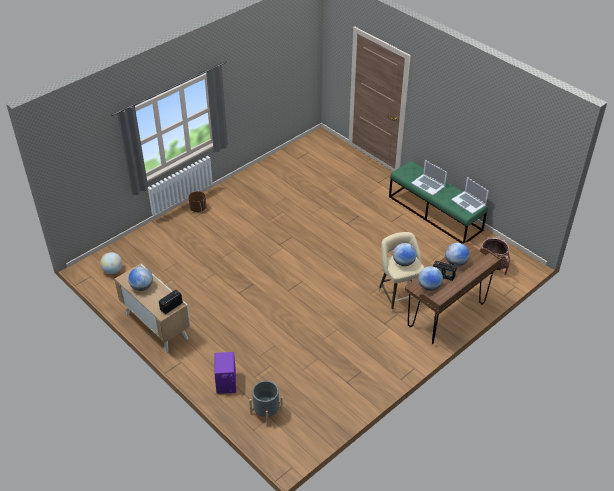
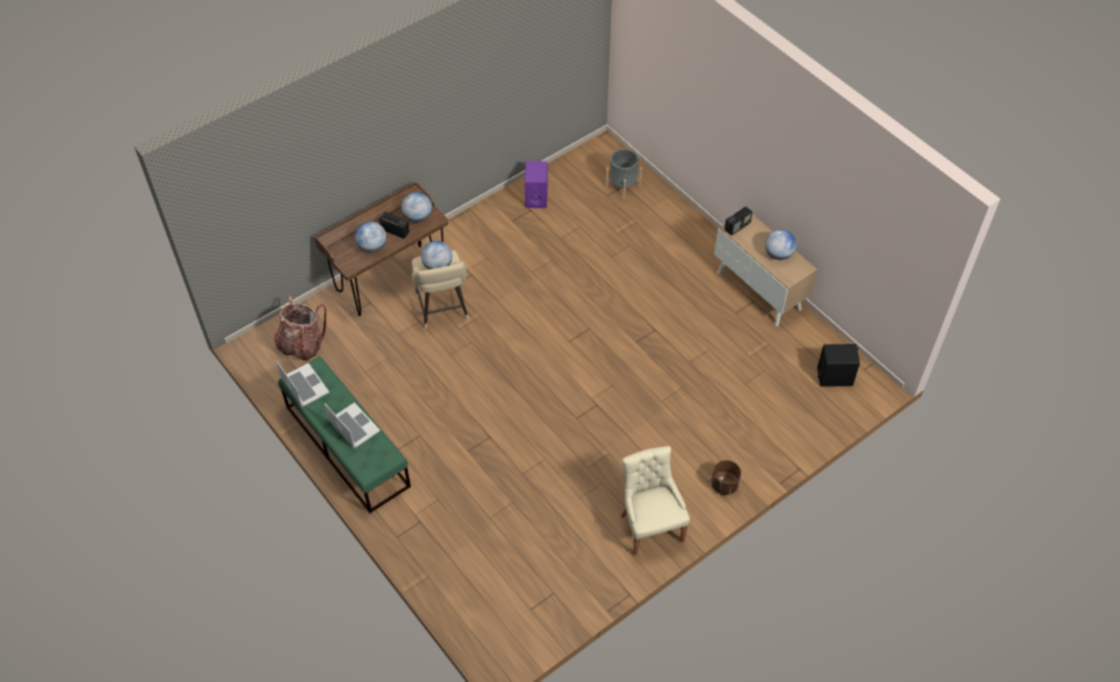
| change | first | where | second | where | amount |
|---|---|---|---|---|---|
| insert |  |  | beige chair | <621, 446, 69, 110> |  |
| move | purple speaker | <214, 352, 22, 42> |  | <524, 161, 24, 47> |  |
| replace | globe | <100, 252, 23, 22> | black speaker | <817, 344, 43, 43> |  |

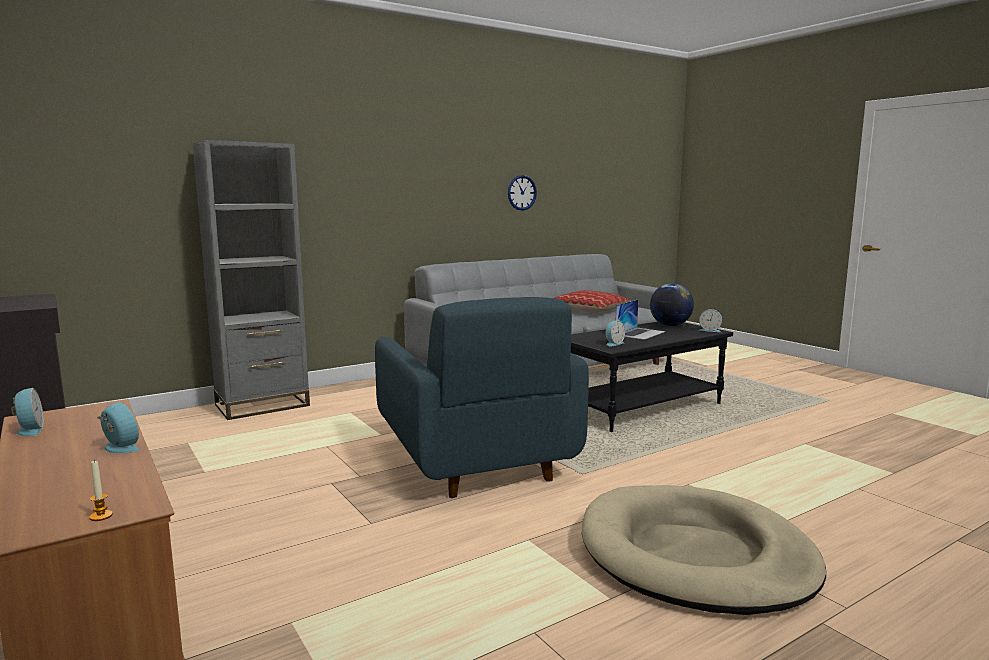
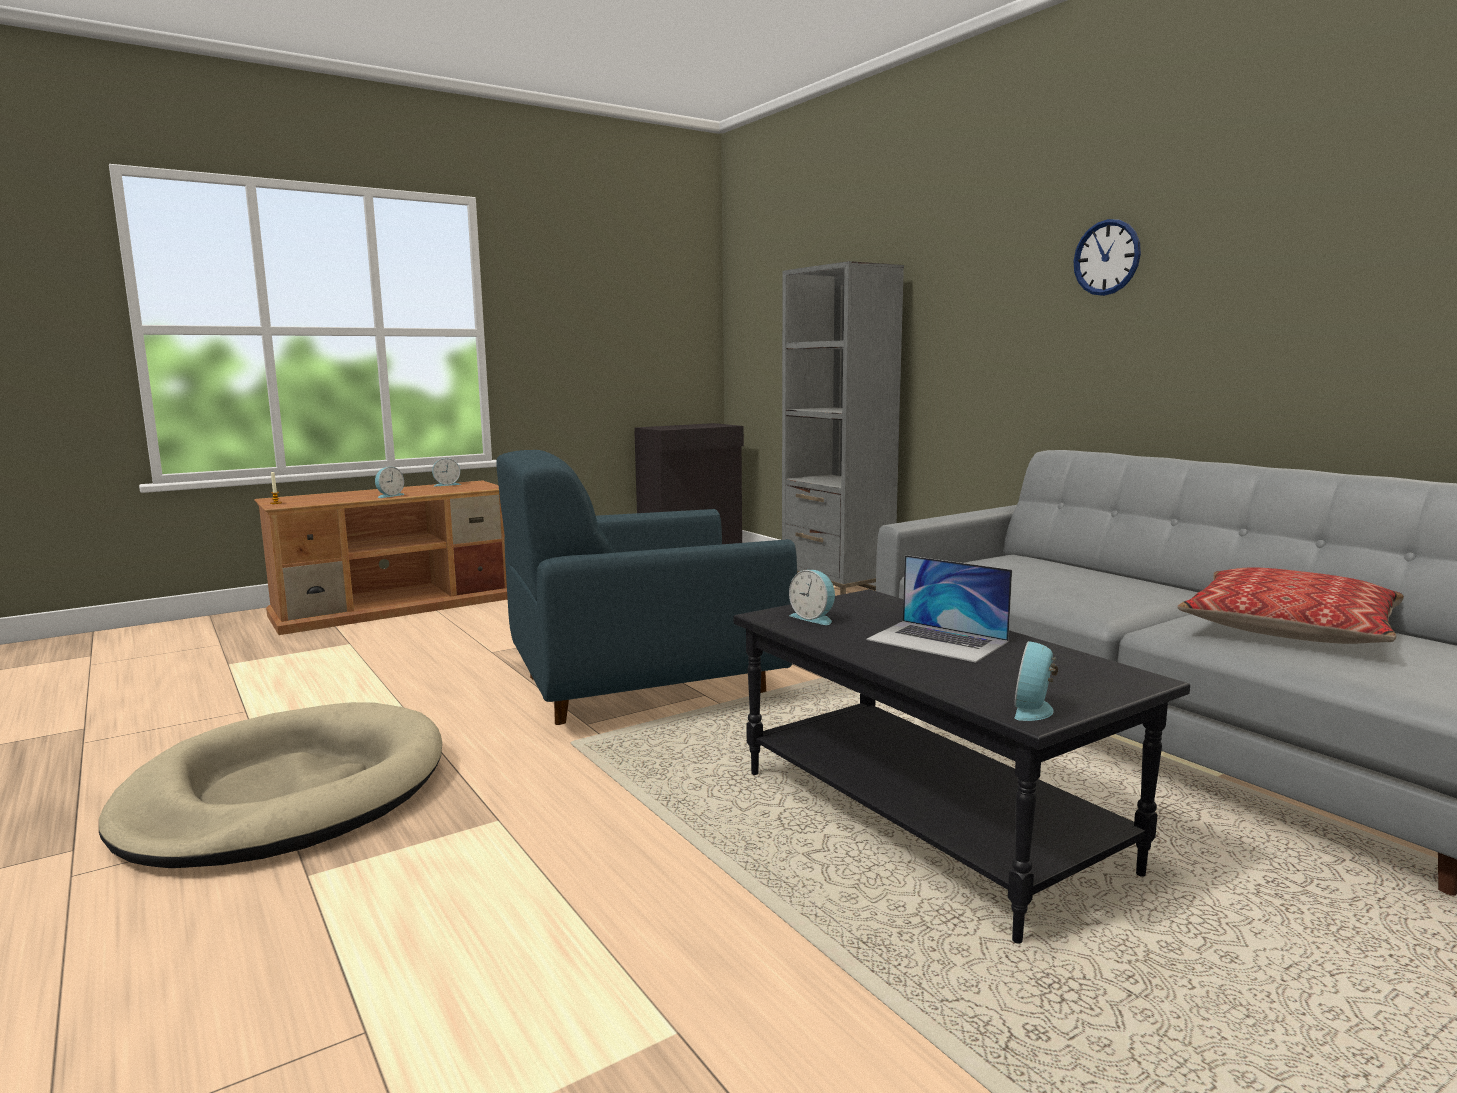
| change | first | where | second | where | amount |
|---|---|---|---|---|---|
| delete | globe | <650, 283, 44, 43> |  |  |  |
| move | wall clock | <508, 175, 29, 36> |  | <1073, 219, 68, 77> |  |

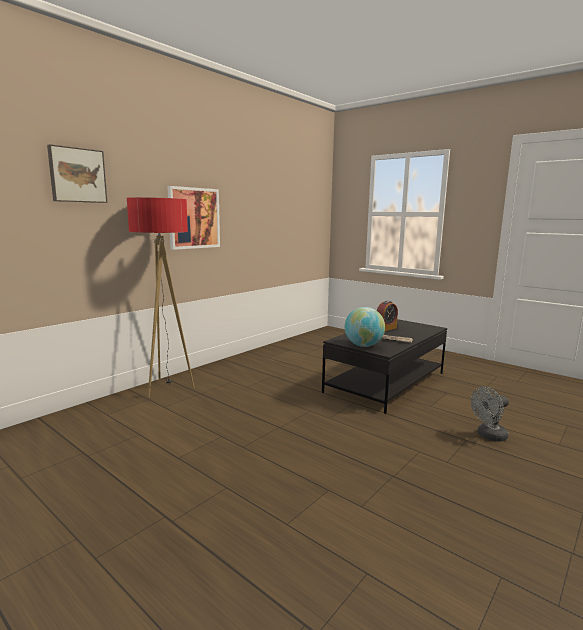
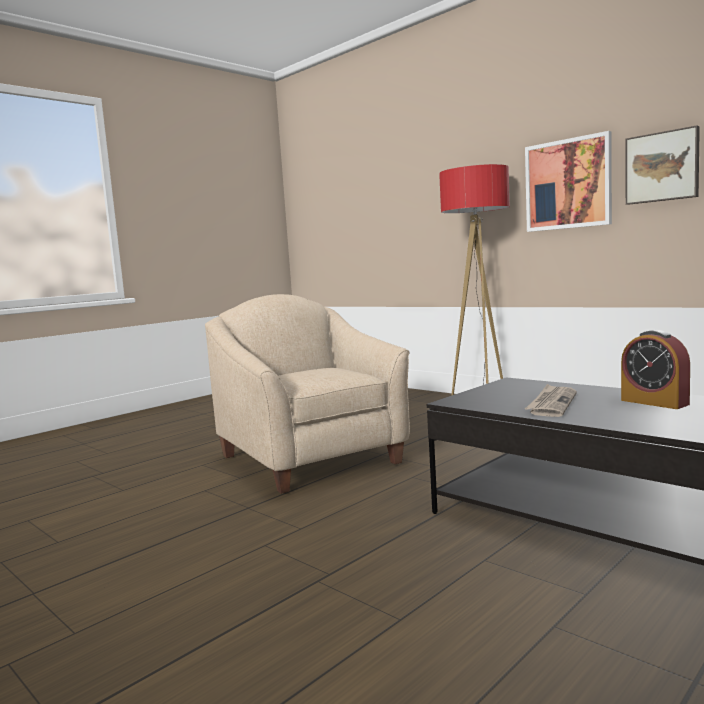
| change | first | where | second | where | amount |
|---|---|---|---|---|---|
| delete | globe | <345, 307, 40, 40> |  |  |  |
| delete | grey fan | <471, 386, 38, 56> |  |  |  |
| insert |  |  | beige armchair | <205, 294, 205, 200> |  |
| move | picture | <47, 144, 61, 59> |  | <626, 125, 74, 80> |  |

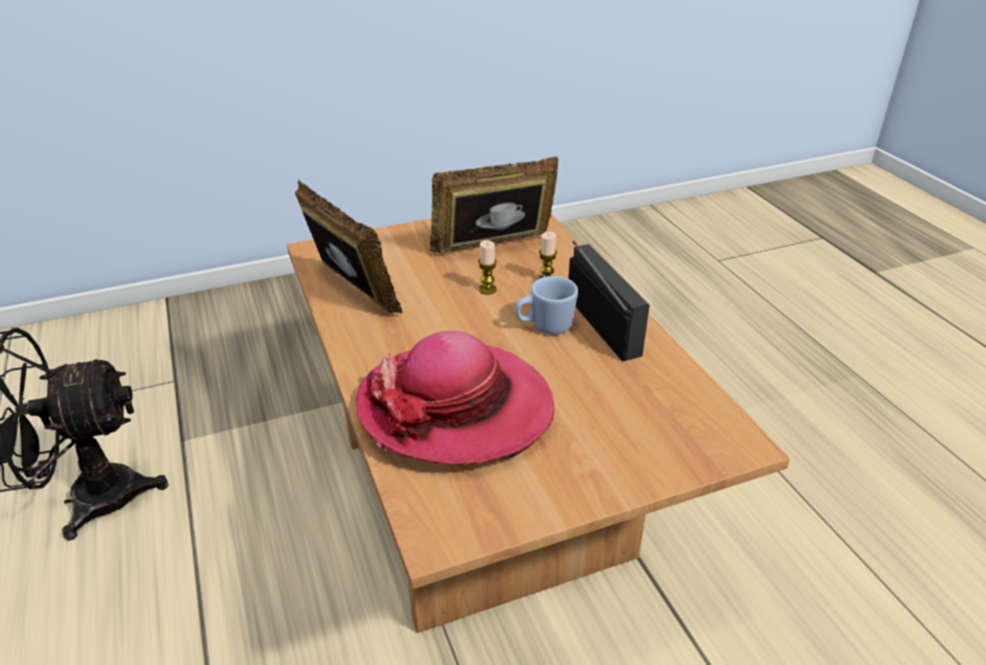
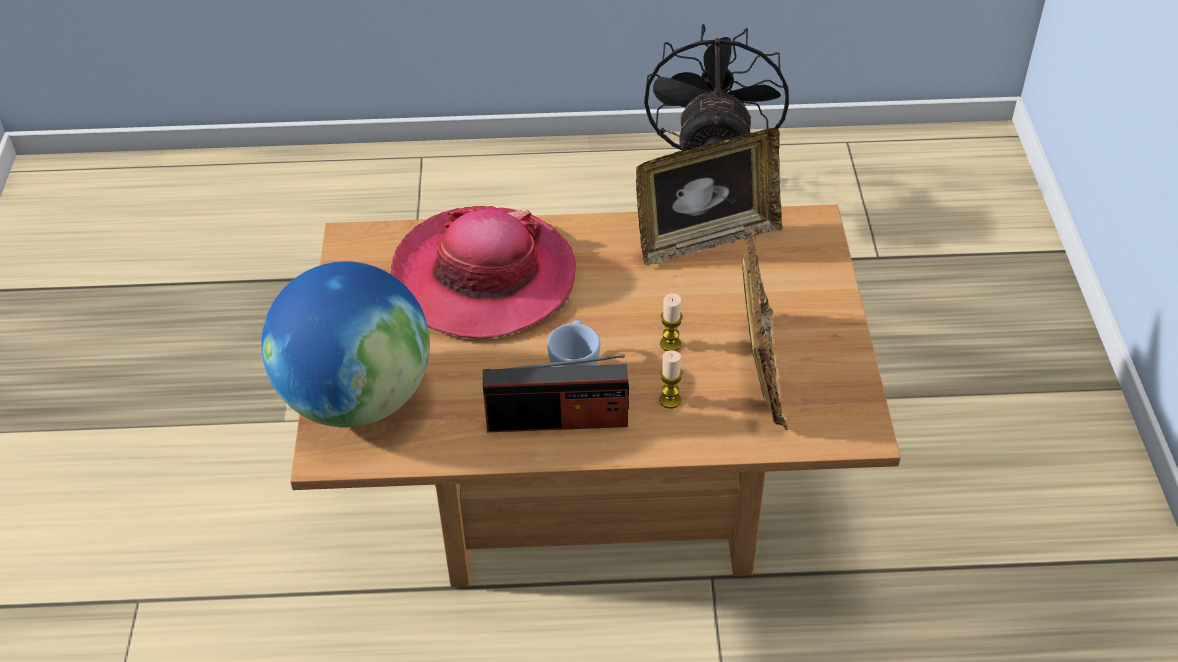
| change | first | where | second | where | amount |
|---|---|---|---|---|---|
| insert |  |  | globe | <261, 261, 169, 166> |  |

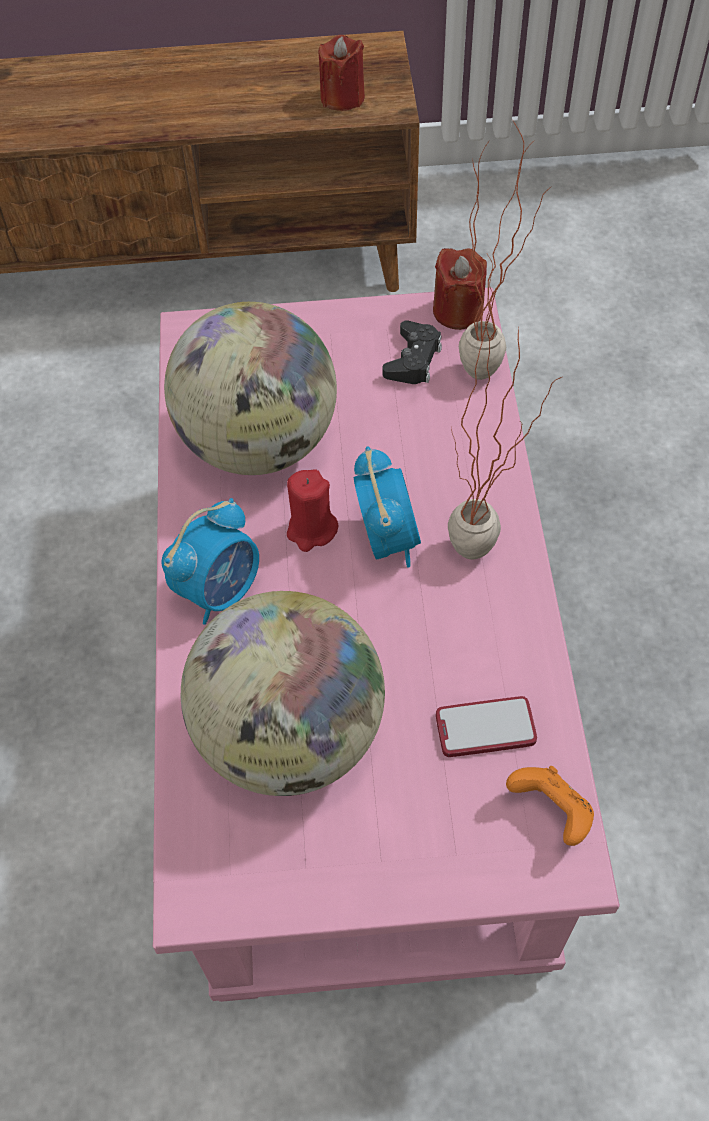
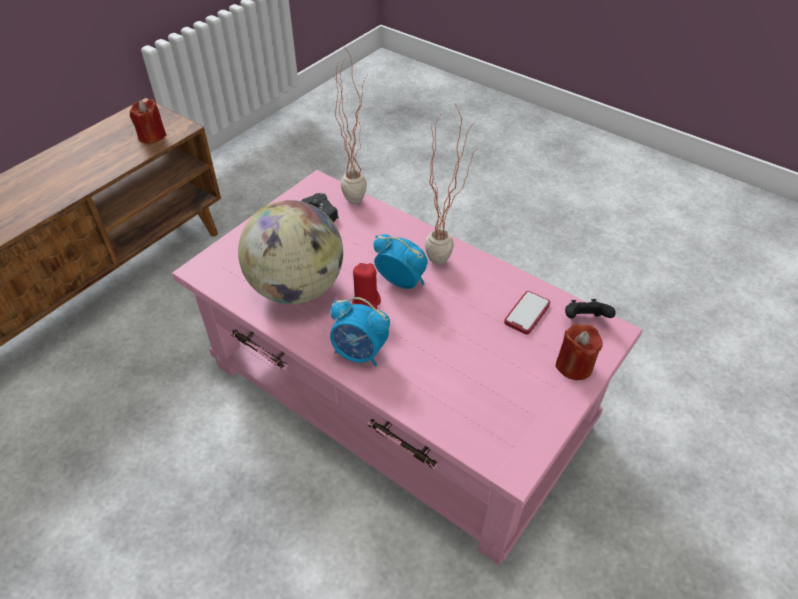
| change | first | where | second | where | amount |
|---|---|---|---|---|---|
| delete | globe | <181, 591, 204, 205> |  |  |  |
| move | red candle | <433, 248, 54, 82> |  | <555, 324, 48, 56> |  |
| recolor | orange game controller | <506, 766, 88, 80> | black game controller | <565, 299, 51, 20> |  |
| rotate | alarm clock | <162, 498, 97, 127> |  | <330, 297, 60, 69> | 120 degrees clockwise |

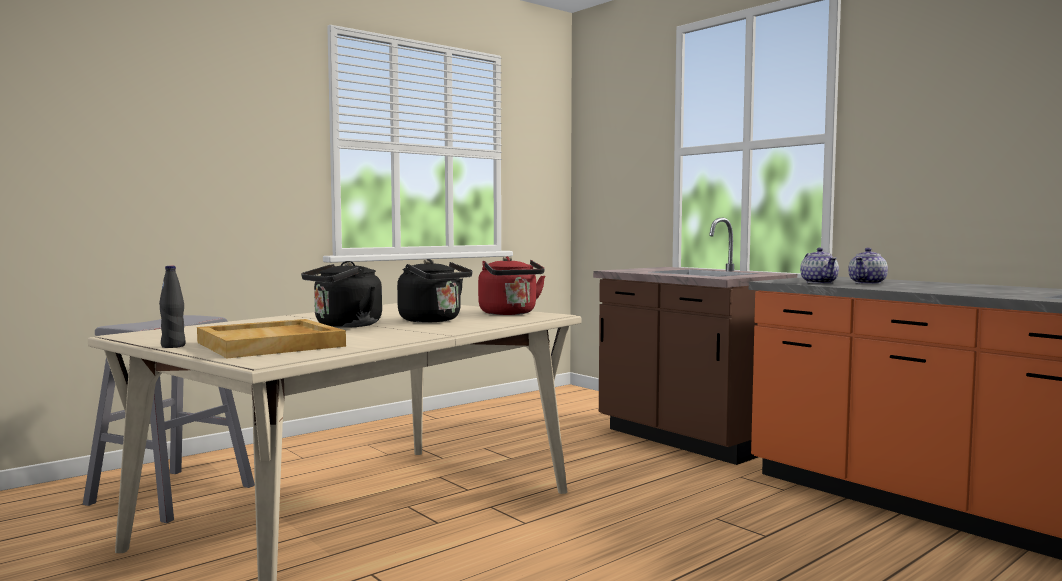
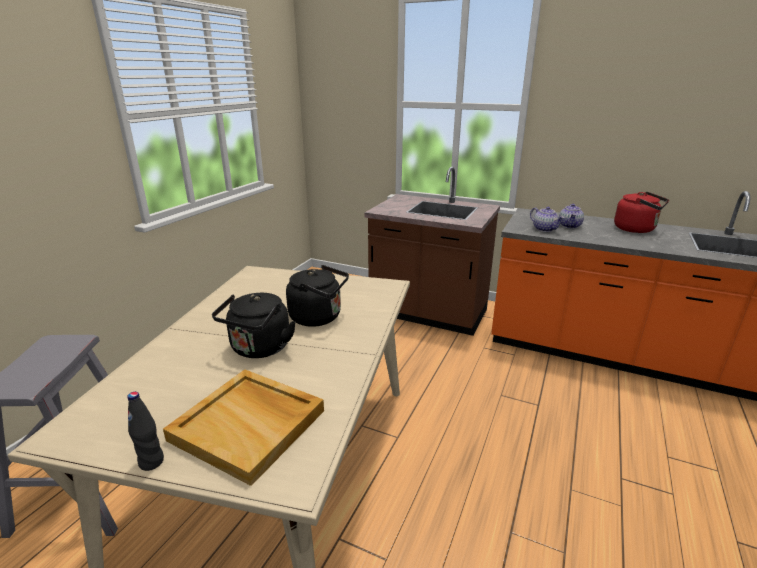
| change | first | where | second | where | amount |
|---|---|---|---|---|---|
| move | red kettle | <478, 257, 67, 58> |  | <614, 191, 55, 42> |  |

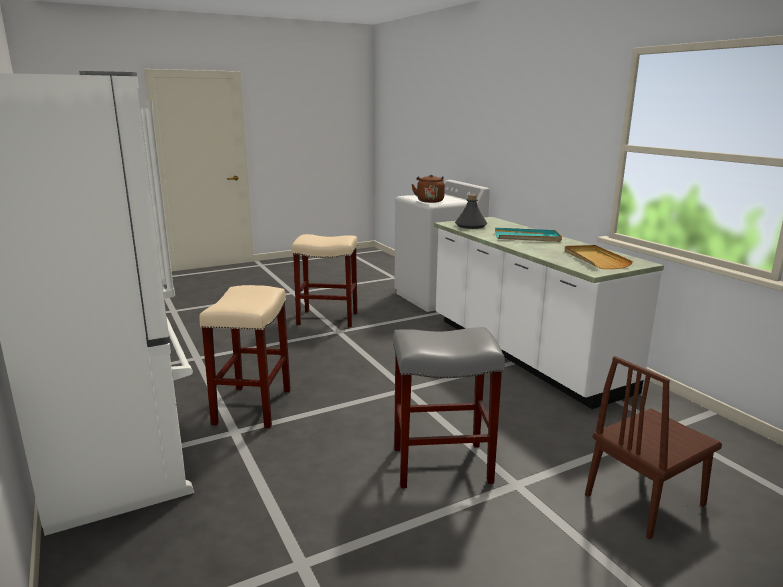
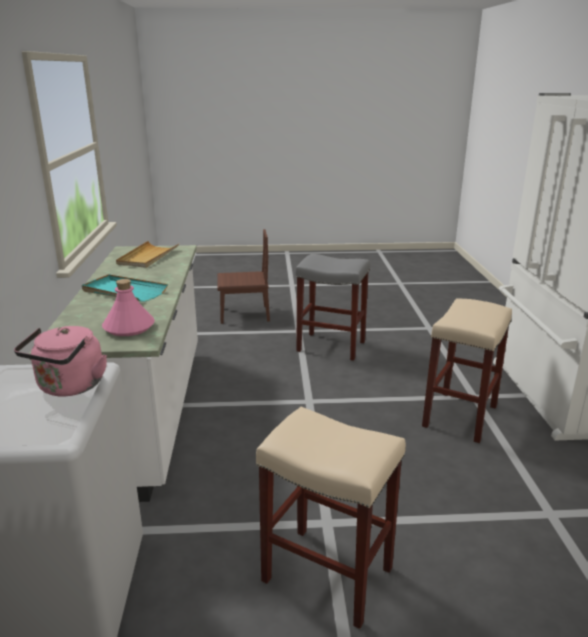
| change | first | where | second | where | amount |
|---|---|---|---|---|---|
| recolor | brown kettle | <411, 175, 34, 28> | pink kettle | <14, 326, 93, 70> |  |
| recolor | grey bottle | <455, 194, 32, 35> | pink bottle | <102, 279, 53, 57> |  |

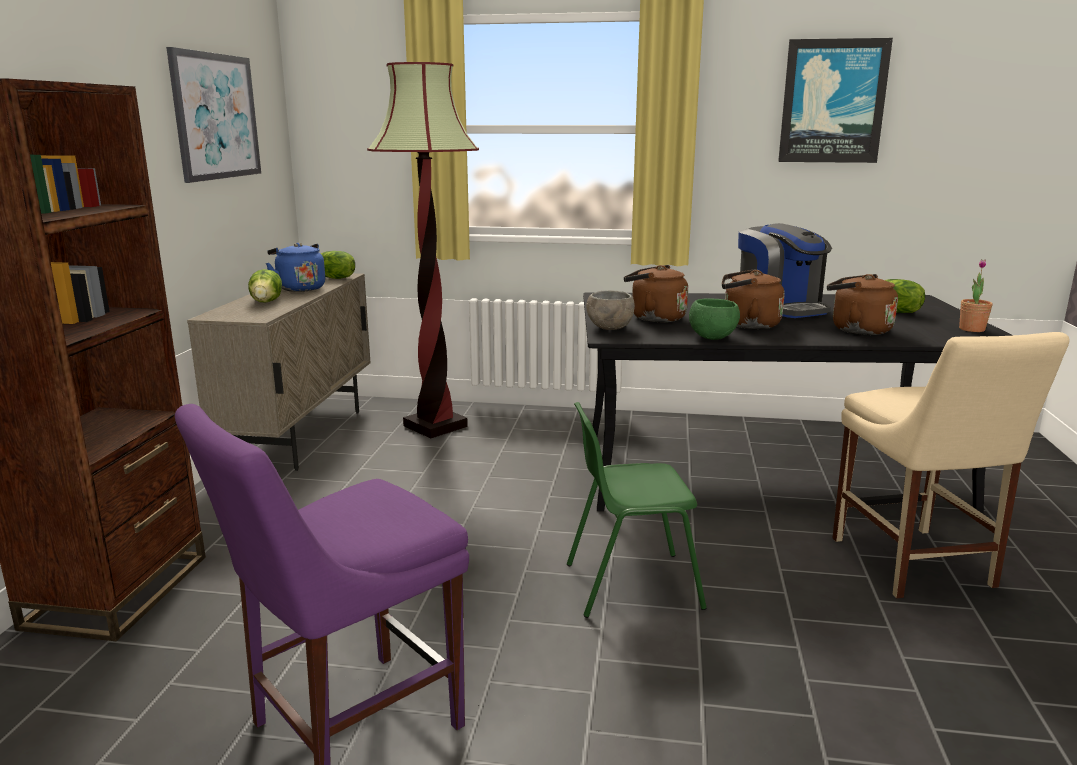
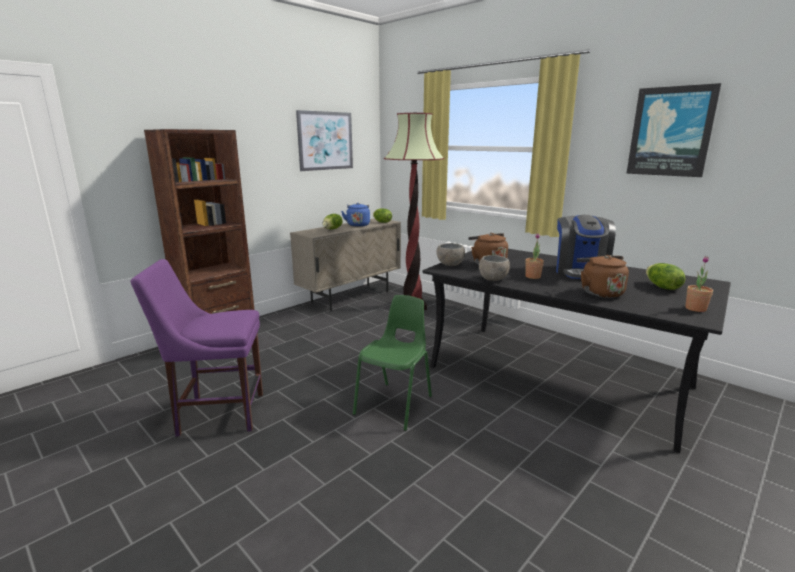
| change | first | where | second | where | amount |
|---|---|---|---|---|---|
| delete | beige chair | <832, 332, 238, 266> |  |  |  |
| replace | brown kettle | <722, 269, 63, 60> | potted plant | <525, 233, 19, 46> |  |
| recolor | green bowl | <689, 299, 51, 41> | grey bowl | <479, 255, 31, 26> |  |
| rotate | green chair | <567, 402, 140, 216> |  | <353, 295, 79, 136> | 90 degrees clockwise |

